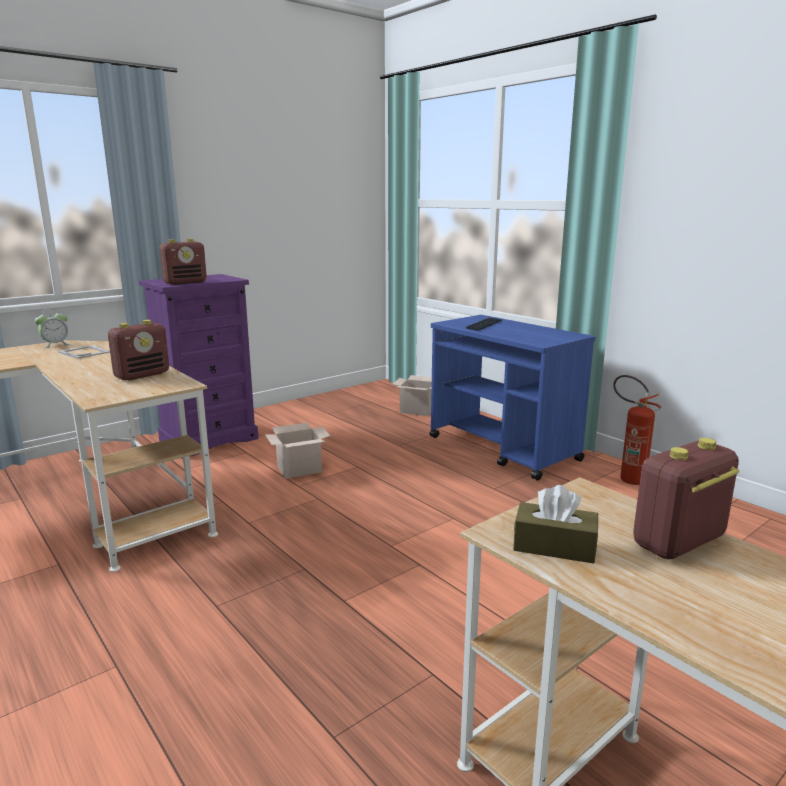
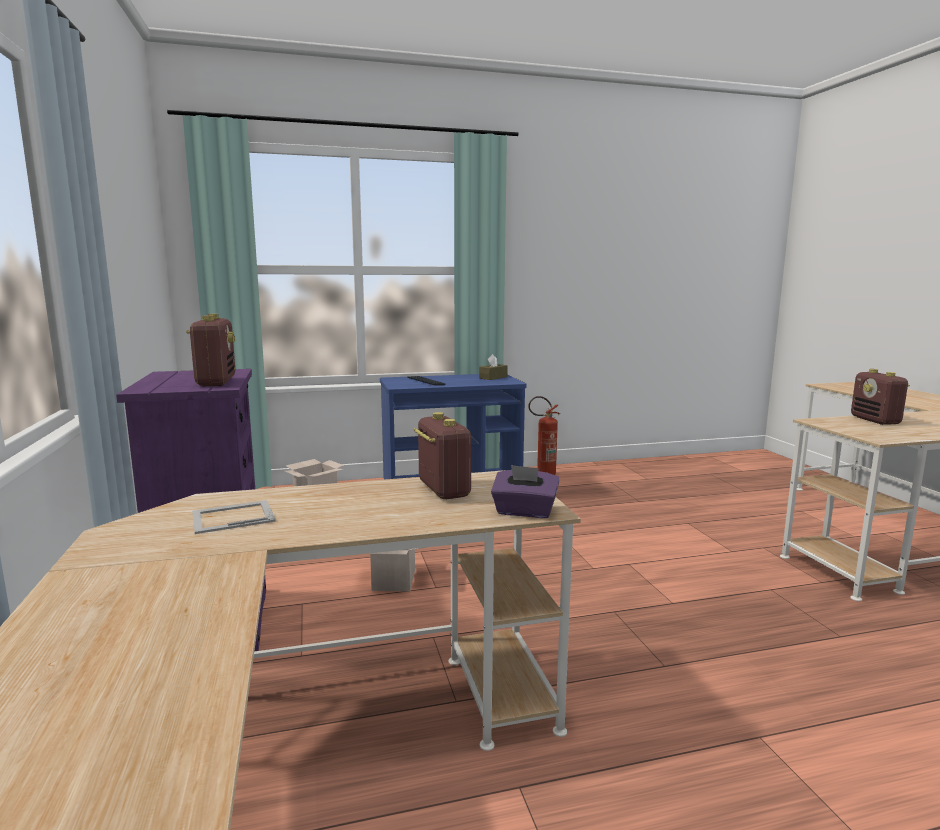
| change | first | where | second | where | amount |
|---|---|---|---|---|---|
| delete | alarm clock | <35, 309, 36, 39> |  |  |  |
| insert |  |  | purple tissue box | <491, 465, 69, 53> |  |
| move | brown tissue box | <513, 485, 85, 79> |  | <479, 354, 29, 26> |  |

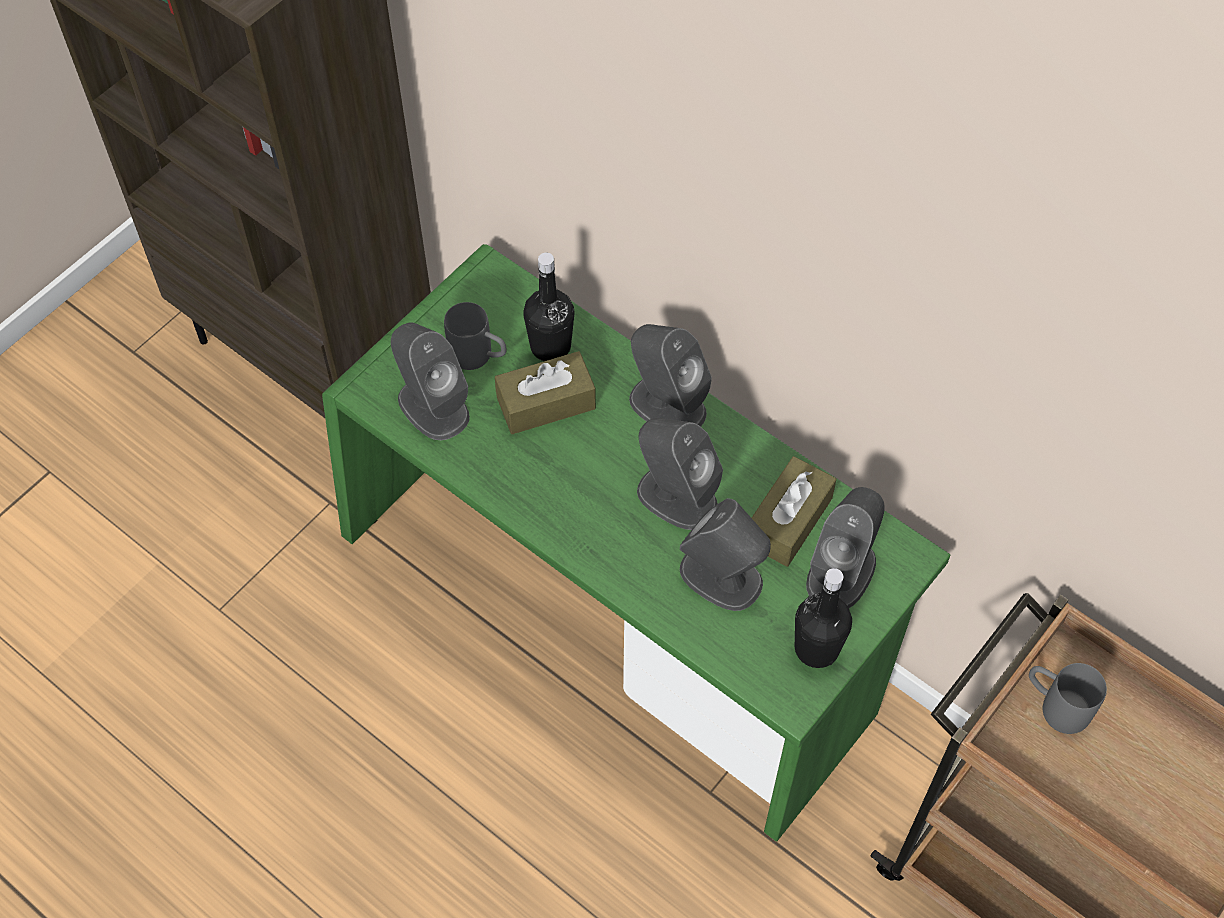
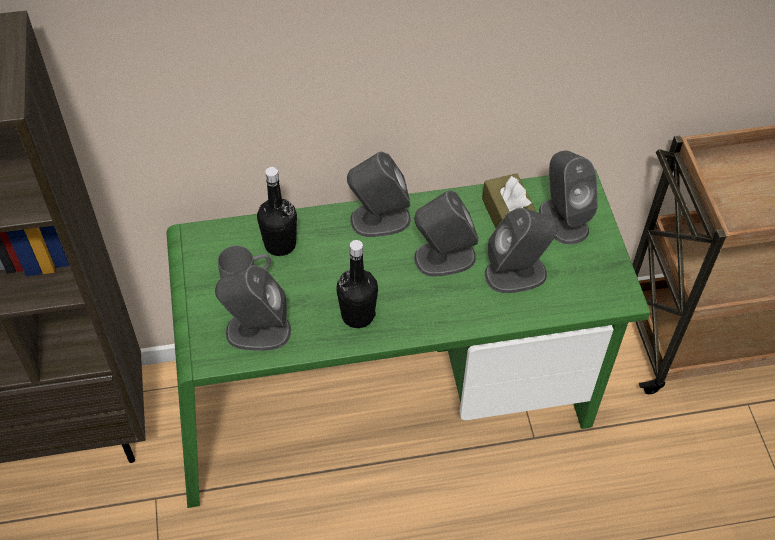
| change | first | where | second | where | amount |
|---|---|---|---|---|---|
| delete | brown tissue box | <495, 351, 101, 83> |  |  |  |
| delete | grey mug | <1029, 663, 78, 71> |  |  |  |
| move | black bottle | <795, 568, 57, 100> |  | <336, 240, 42, 88> |  |

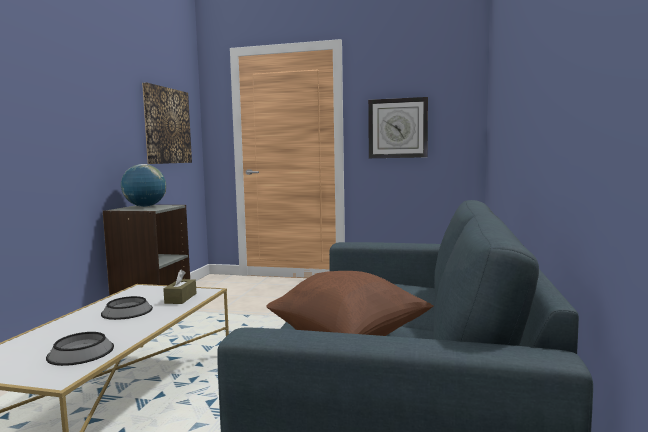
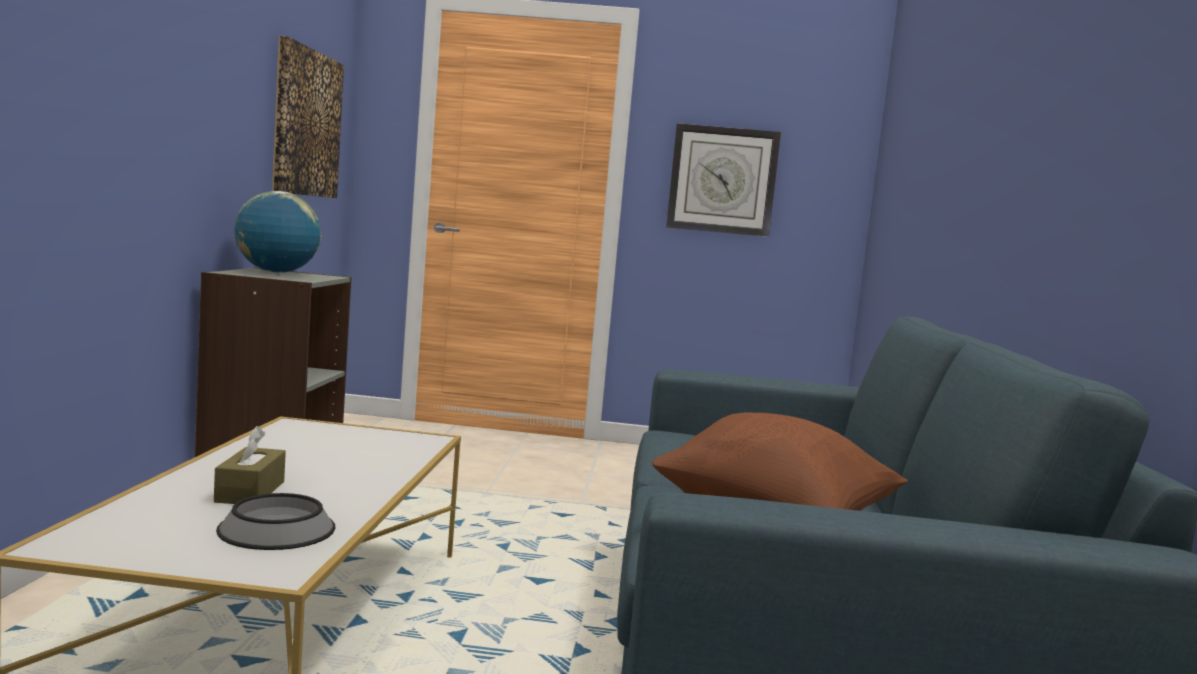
| change | first | where | second | where | amount |
|---|---|---|---|---|---|
| delete | bowl | <101, 296, 52, 24> |  |  |  |
| move | brown tissue box | <163, 269, 34, 35> |  | <214, 426, 72, 78> |  |

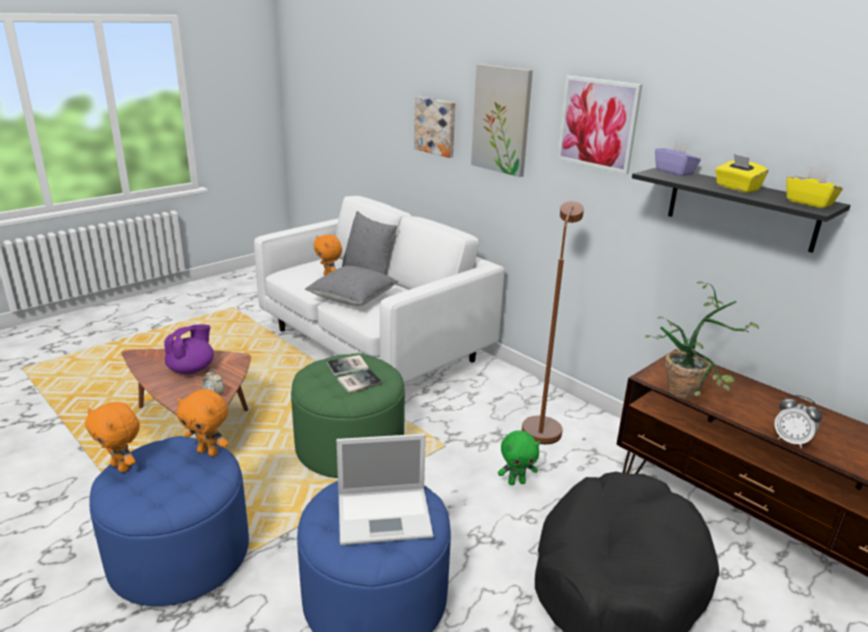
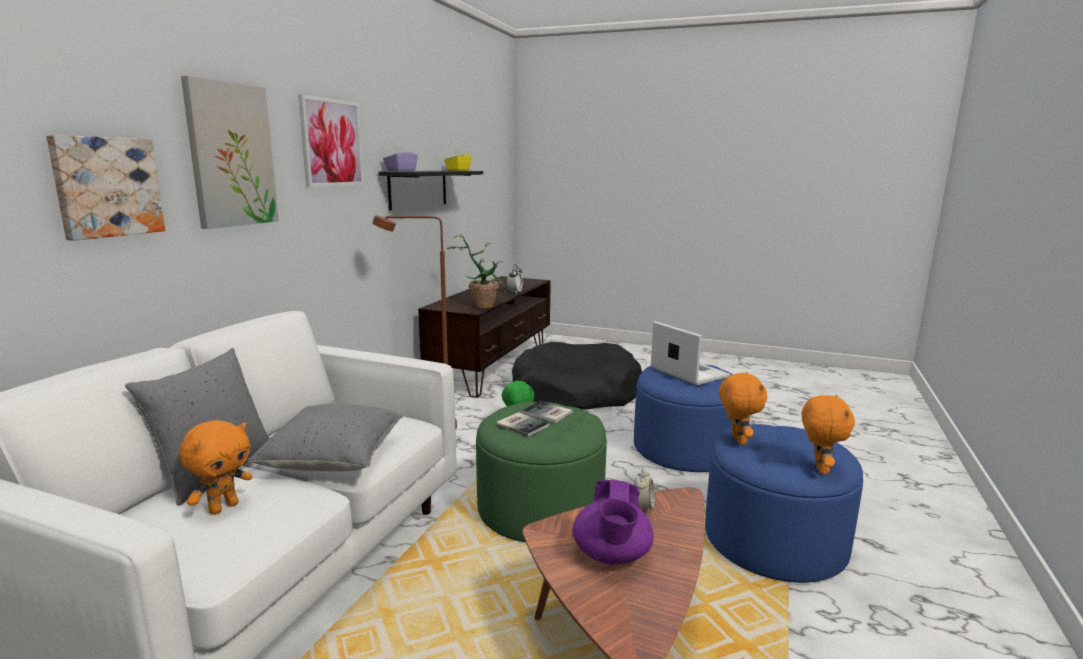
| change | first | where | second | where | amount |
|---|---|---|---|---|---|
| delete | yellow tissue box | <715, 154, 54, 39> |  |  |  |
| rotate | purple teapot | <164, 324, 50, 50> |  | <573, 479, 81, 86> | 90 degrees counterclockwise |

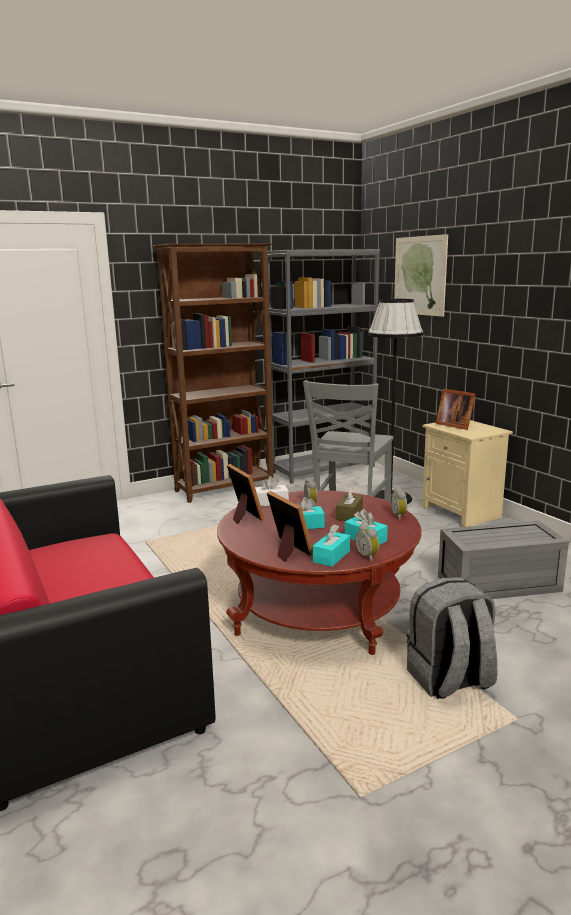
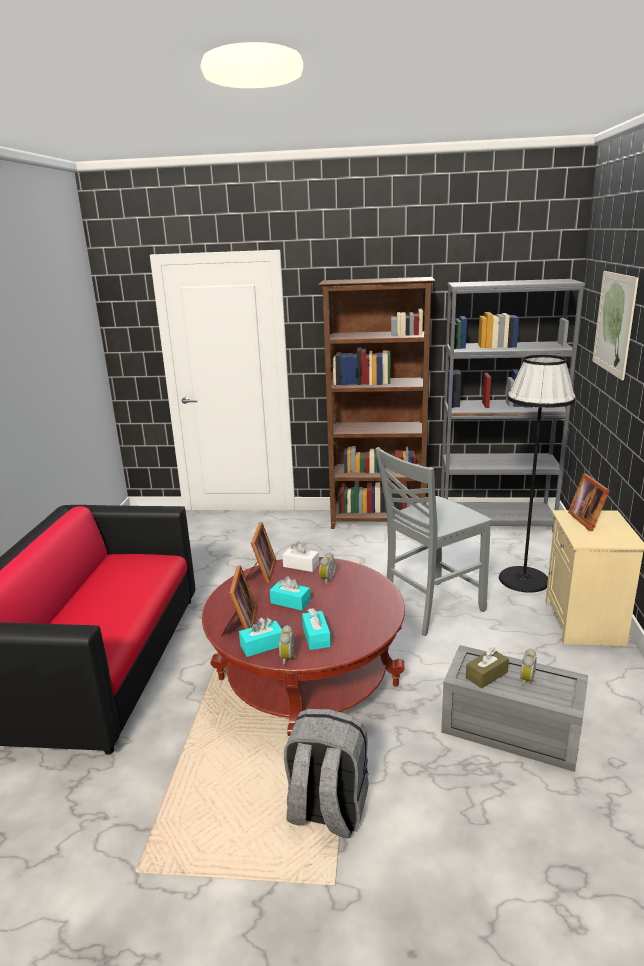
| change | first | where | second | where | amount |
|---|---|---|---|---|---|
| move | brown tissue box | <336, 486, 27, 35> |  | <466, 647, 43, 42> |  |
| move | alarm clock | <391, 487, 16, 33> |  | <520, 648, 17, 38> |  |

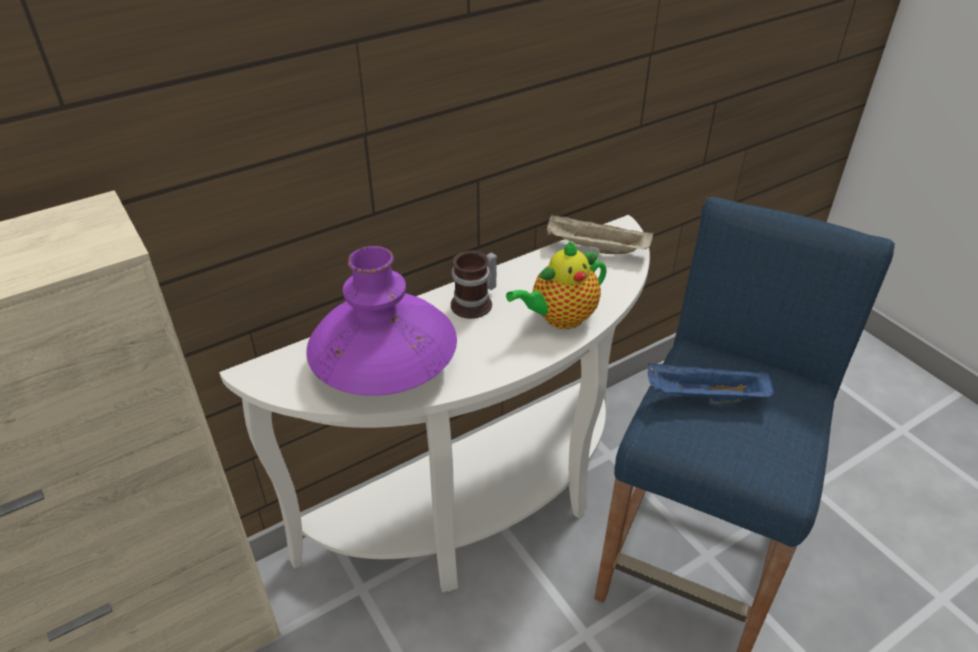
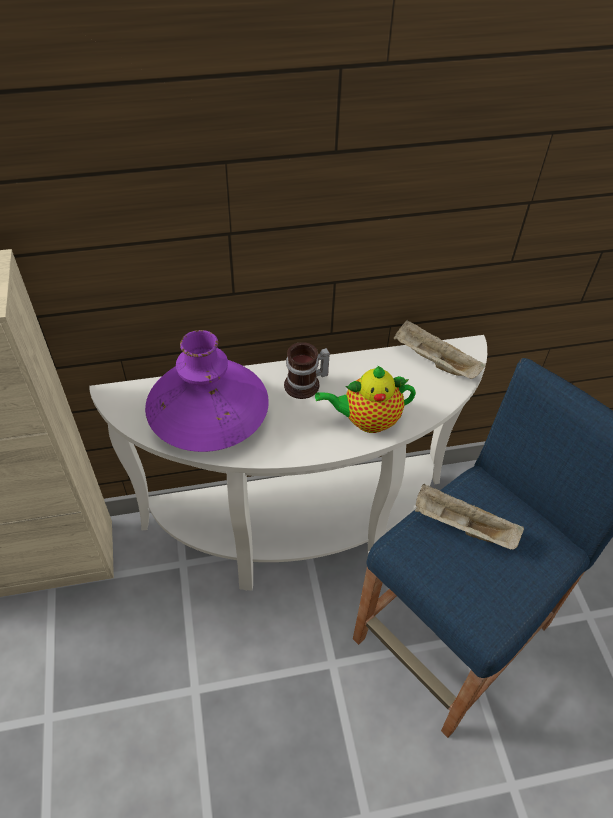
| change | first | where | second | where | amount |
|---|---|---|---|---|---|
| recolor | blue tray | <647, 363, 127, 40> | beige tray | <415, 484, 109, 66> |  |

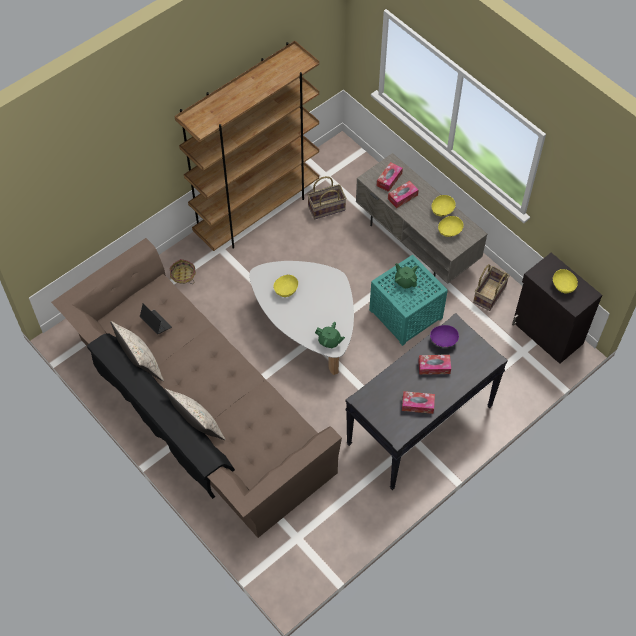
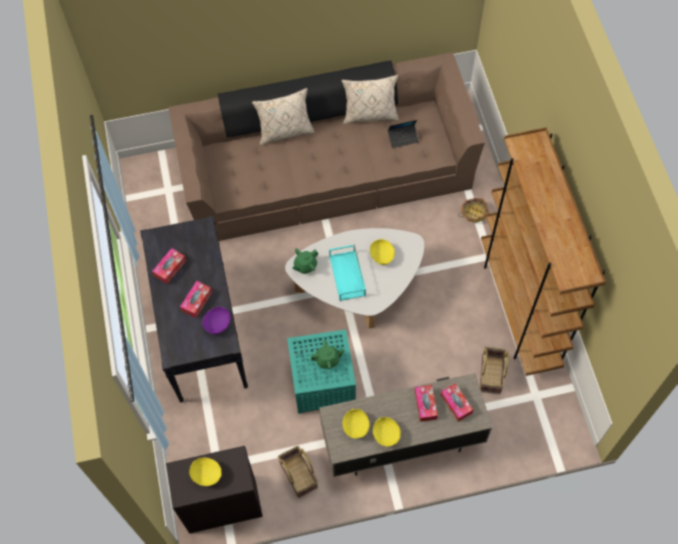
| change | first | where | second | where | amount |
|---|---|---|---|---|---|
| insert |  |  | turquoise tray | <329, 244, 37, 57> |  |

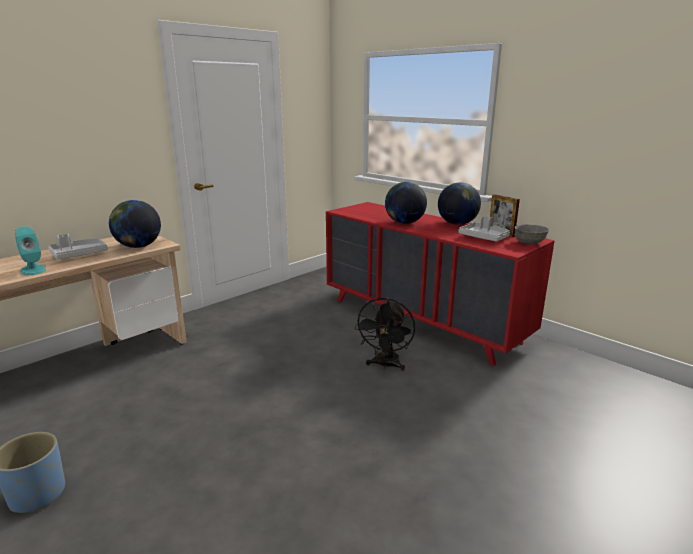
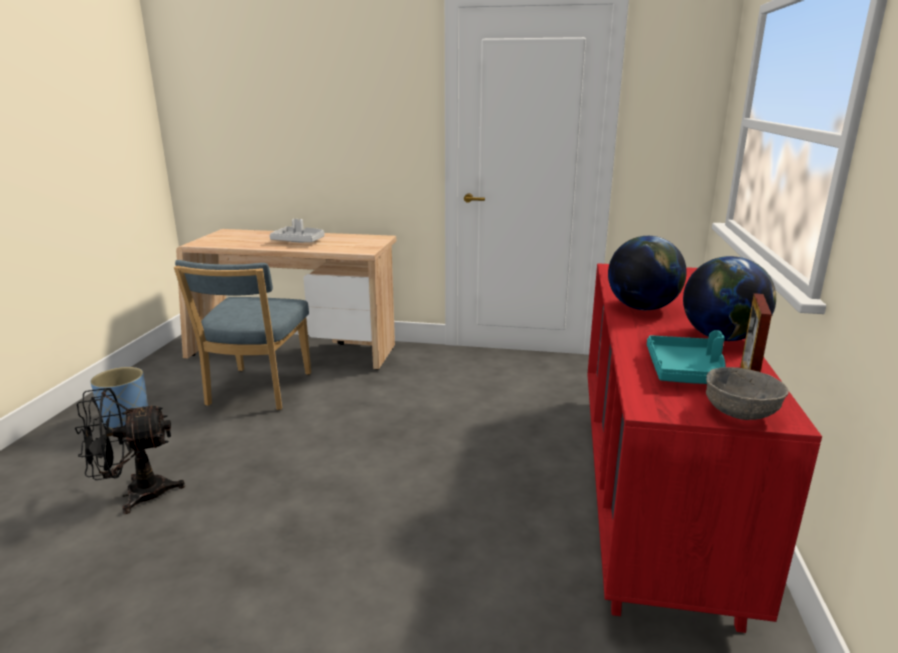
| change | first | where | second | where | amount |
|---|---|---|---|---|---|
| delete | turquoise speaker | <15, 226, 31, 49> |  |  |  |
| delete | globe | <109, 200, 52, 48> |  |  |  |
| insert |  |  | blue chair | <174, 260, 137, 150> |  |
| move | black fan | <355, 298, 60, 73> |  | <75, 388, 110, 126> |  |
| recolor | grey tray | <458, 216, 52, 25> | turquoise tray | <647, 330, 79, 54> |  |

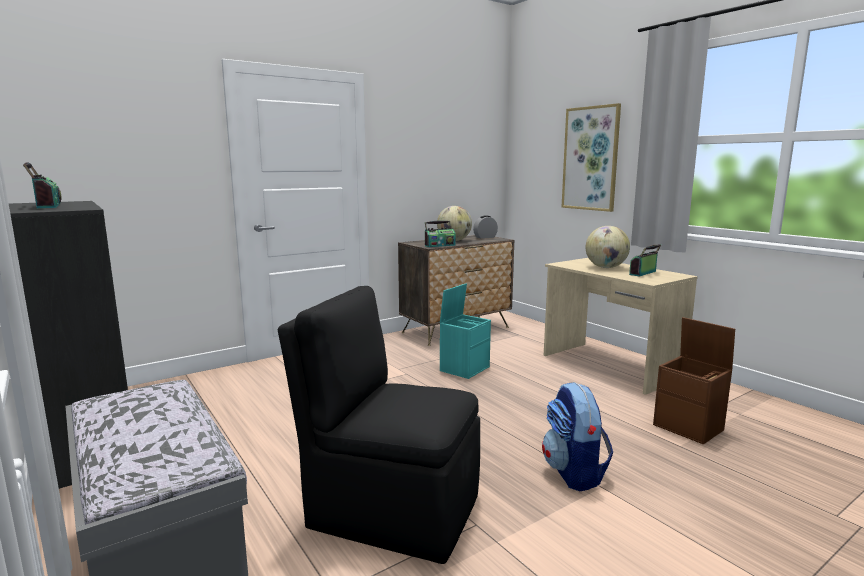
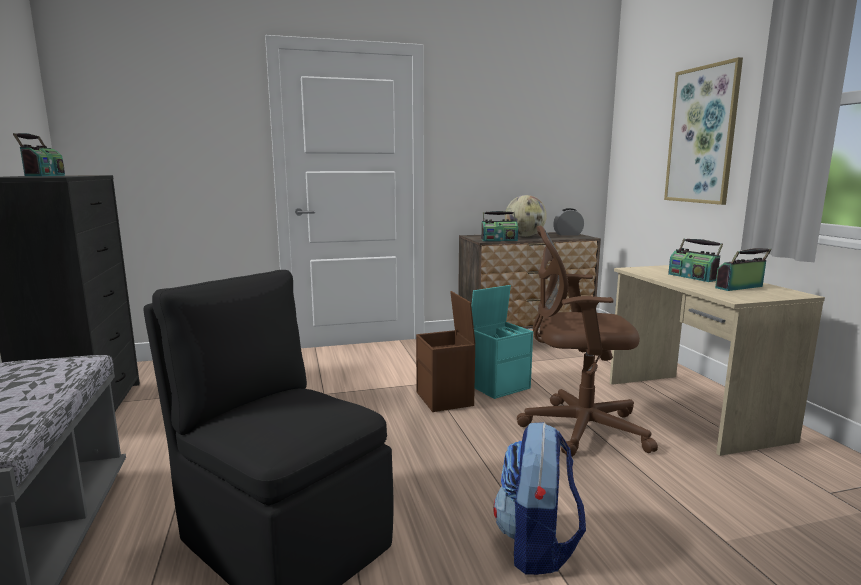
| change | first | where | second | where | amount |
|---|---|---|---|---|---|
| insert |  |  | brown office chair | <517, 225, 141, 232> |  |
| move | brown storage box | <653, 317, 82, 127> |  | <416, 291, 59, 121> |  |
| replace | globe | <586, 226, 44, 42> | radio | <668, 238, 55, 44> |  |

